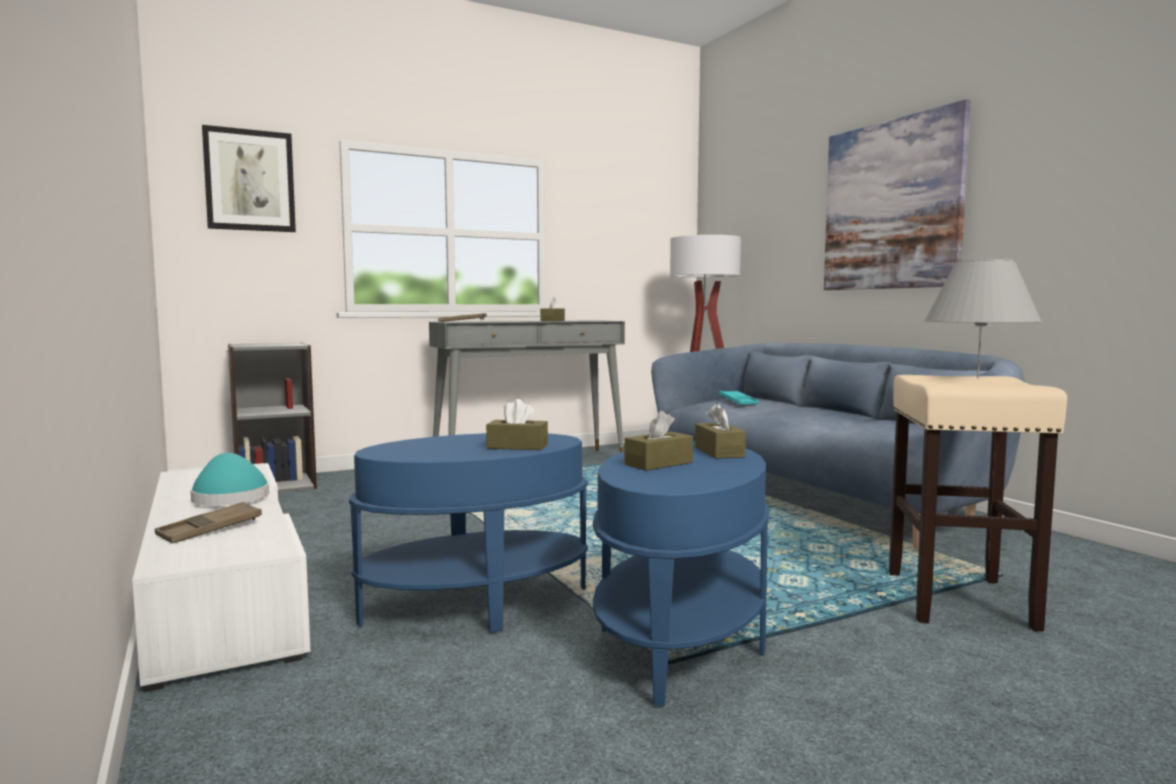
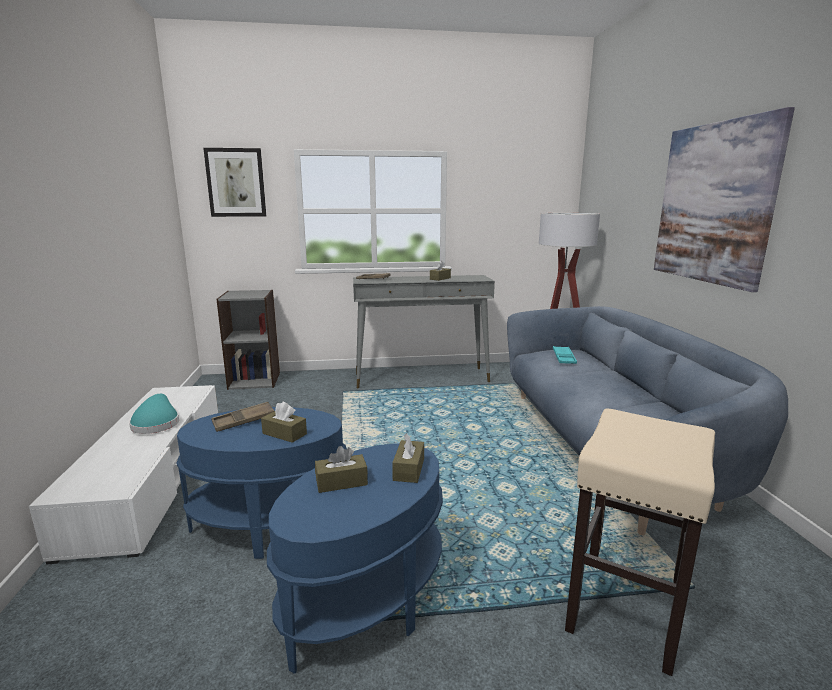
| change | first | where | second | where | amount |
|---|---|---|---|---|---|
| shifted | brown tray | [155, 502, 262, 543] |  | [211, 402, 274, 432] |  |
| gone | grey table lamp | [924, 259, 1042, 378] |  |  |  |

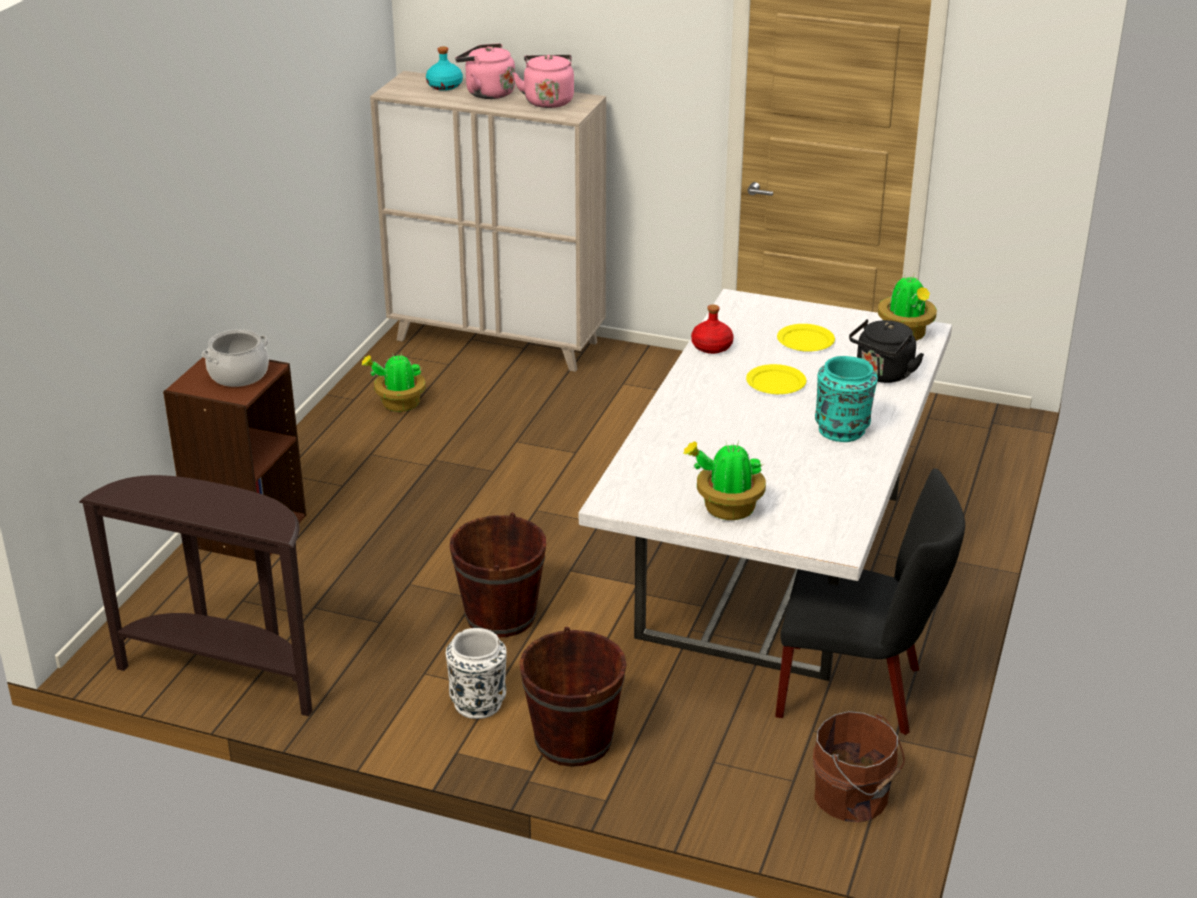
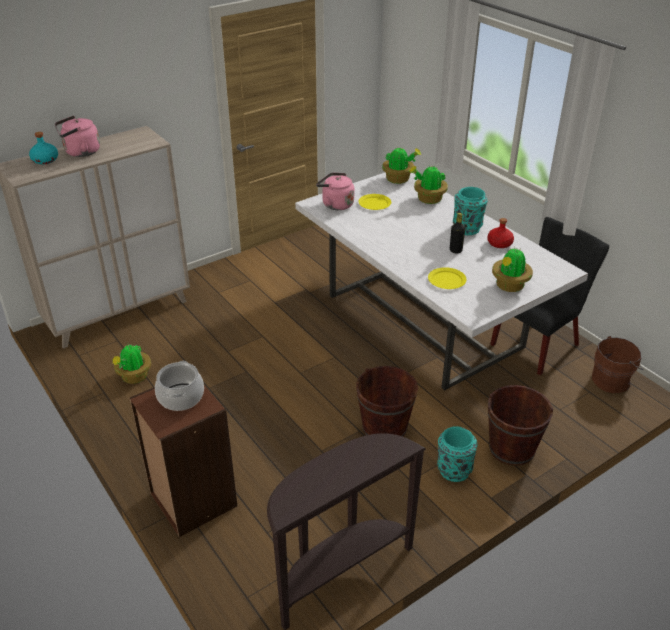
| change | first | where | second | where | amount |
|---|---|---|---|---|---|
| repainted | white vase | [446, 628, 507, 719] | turquoise vase | [437, 426, 477, 482] |  |
| shifted | pink kettle | [513, 55, 574, 108] |  | [316, 173, 354, 210] |  |
| shifted | red bottle | [691, 304, 734, 354] |  | [487, 218, 514, 248] |  |
| shifted | yellow plate | [746, 364, 806, 394] |  | [428, 267, 467, 289] |  |
| swapped | black kettle | [849, 319, 924, 383] | potted plant | [409, 164, 448, 204] |  |
| new |  |  | black bottle | [450, 213, 465, 253] |  |

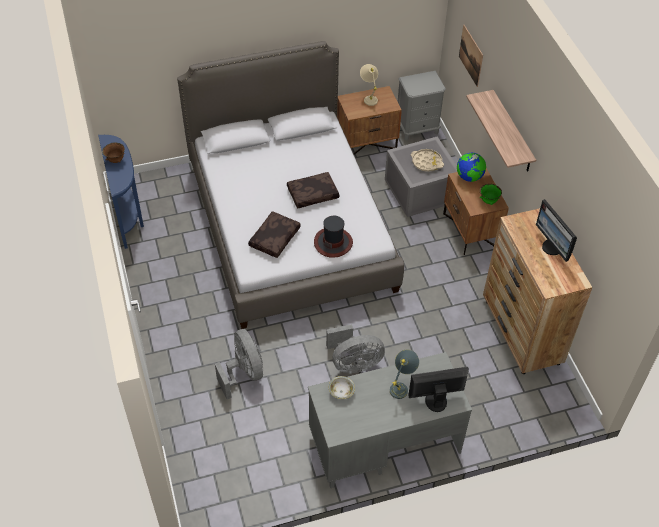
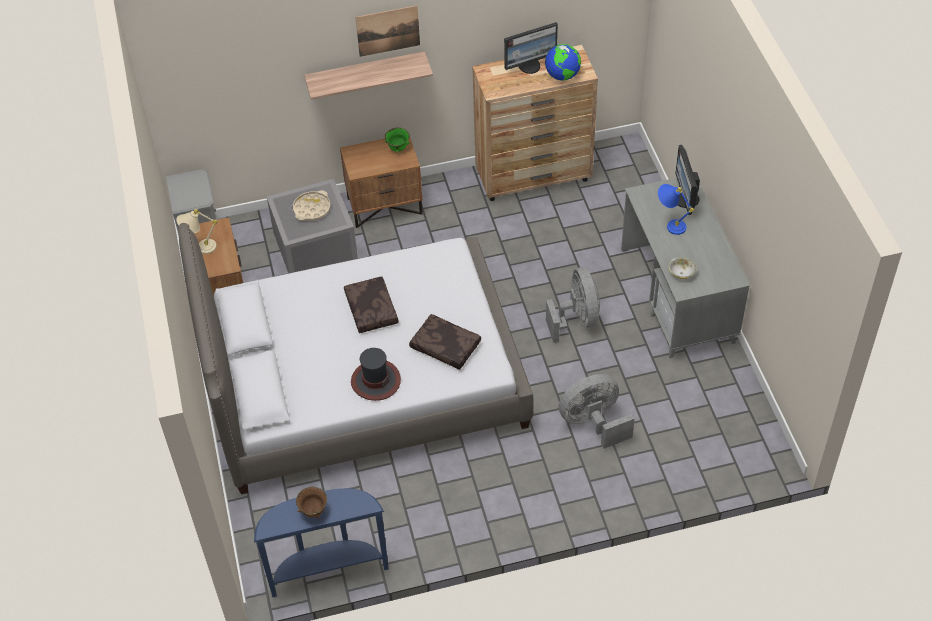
| change | first | where | second | where | amount |
|---|---|---|---|---|---|
| shifted | hat | [314, 216, 353, 258] |  | [351, 348, 401, 401] |  |
| repainted | grey table lamp | [390, 350, 419, 399] | blue table lamp | [658, 184, 694, 235] |  |
| shifted | globe | [457, 152, 486, 182] |  | [545, 44, 581, 81] |  |
| shifted | picture | [459, 25, 483, 87] |  | [355, 5, 420, 57] |  |

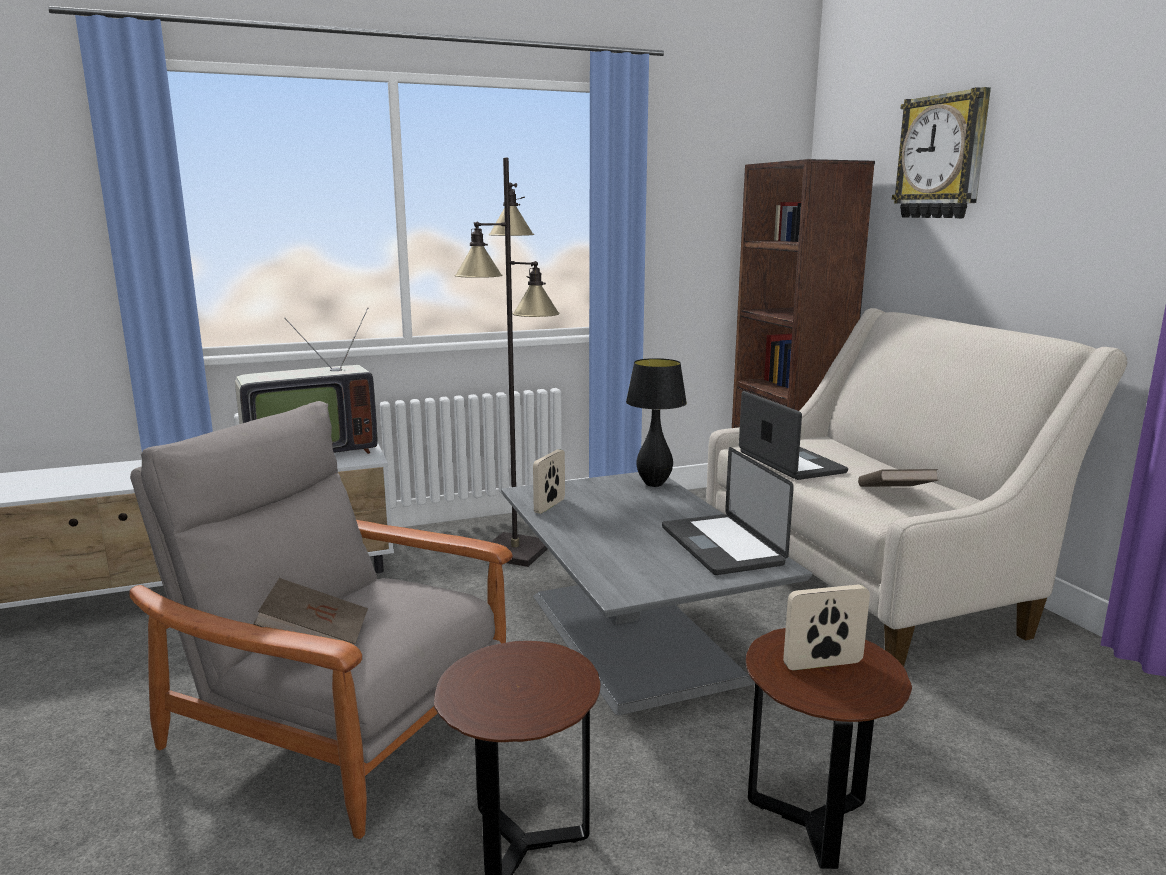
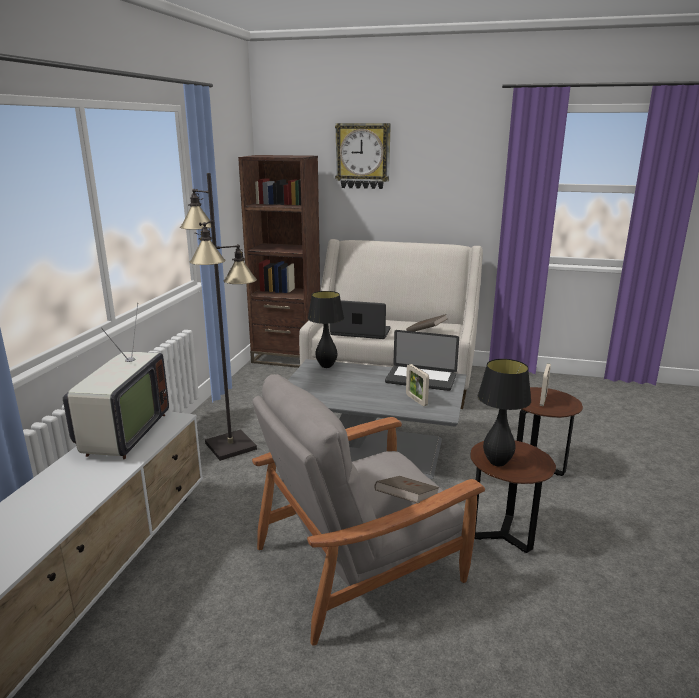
| change | first | where | second | where | amount |
|---|---|---|---|---|---|
| shifted | picture frame | [533, 449, 565, 514] |  | [406, 364, 429, 406] |  |
| new |  |  | black table lamp | [478, 359, 531, 467] |  |

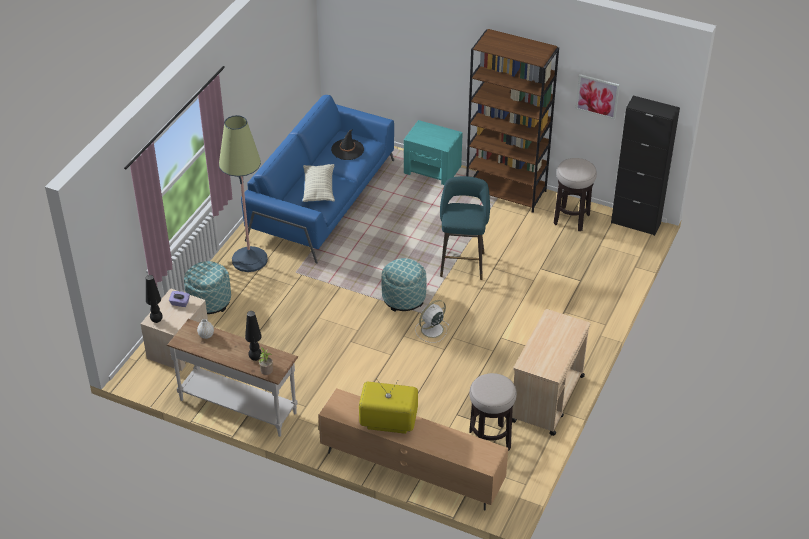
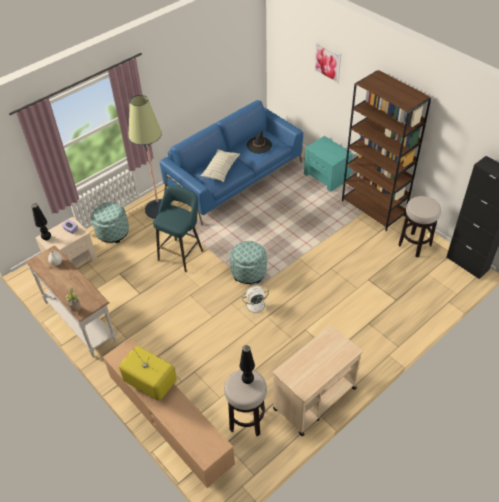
| change | first | where | second | where | amount |
|---|---|---|---|---|---|
| shifted | black table lamp | [245, 311, 262, 361] |  | [239, 345, 255, 384] |  |
| shifted | turquoise stool | [440, 176, 490, 280] |  | [153, 185, 203, 272] |  |
| shifted | picture | [576, 74, 620, 120] |  | [314, 41, 341, 84] |  |

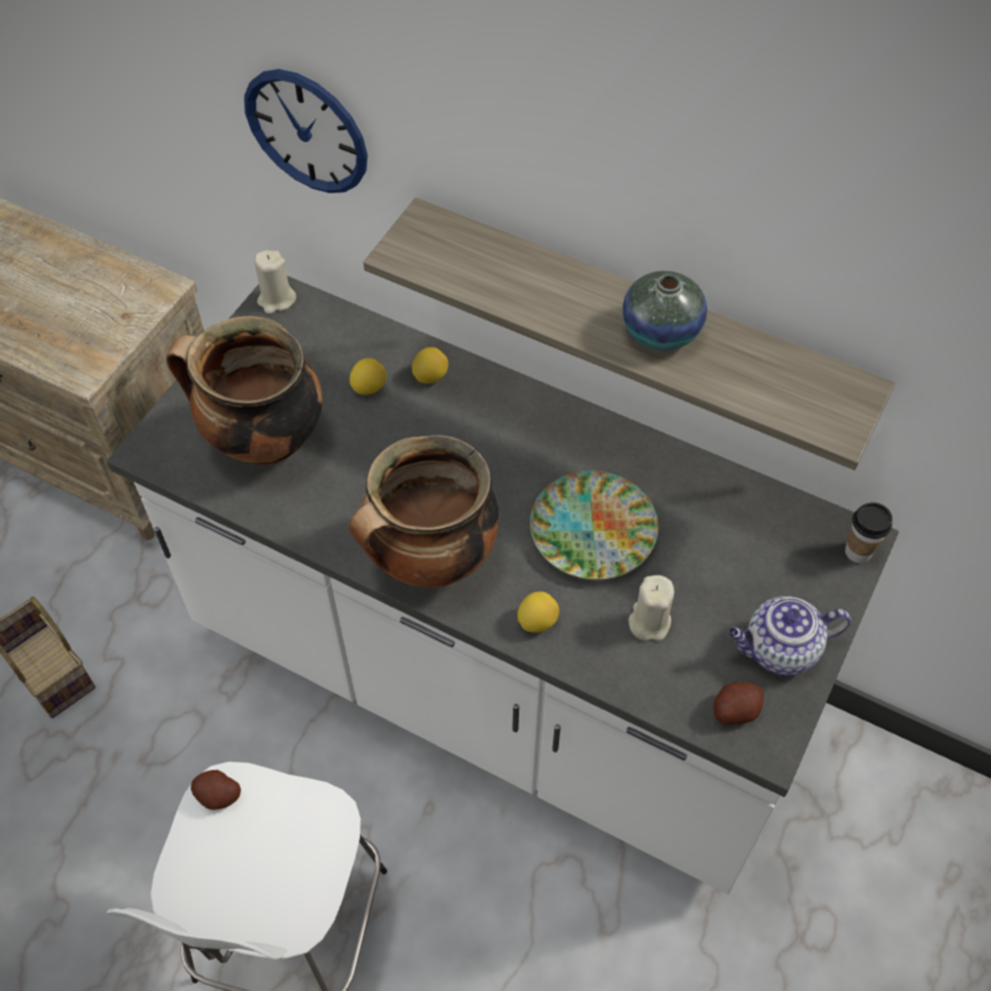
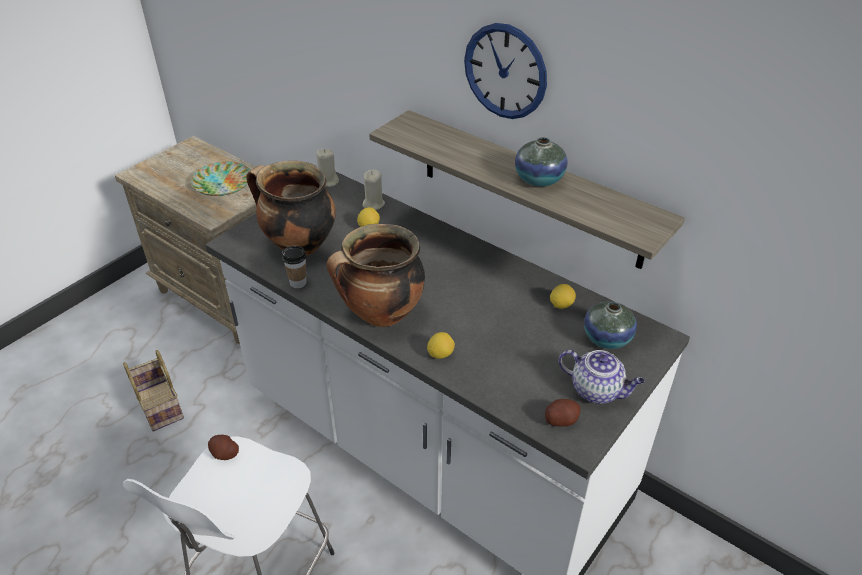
| change | first | where | second | where | amount |
|---|---|---|---|---|---|
| shifted | wall clock | [244, 69, 368, 193] |  | [464, 23, 547, 119] |  |
| shifted | lemon | [412, 347, 448, 384] |  | [550, 284, 576, 309] |  |
| shifted | plate | [530, 471, 658, 580] |  | [191, 162, 250, 196] |  |
| shifted | beige candle | [629, 575, 674, 641] |  | [363, 170, 385, 210] |  |
| rotated | teapot | [728, 596, 851, 676] |  | [559, 350, 645, 404] | 150 degrees counterclockwise |
| shifted | cup | [845, 502, 892, 563] |  | [282, 246, 306, 288] |  |
| new |  |  | vase | [584, 301, 637, 349] |  |

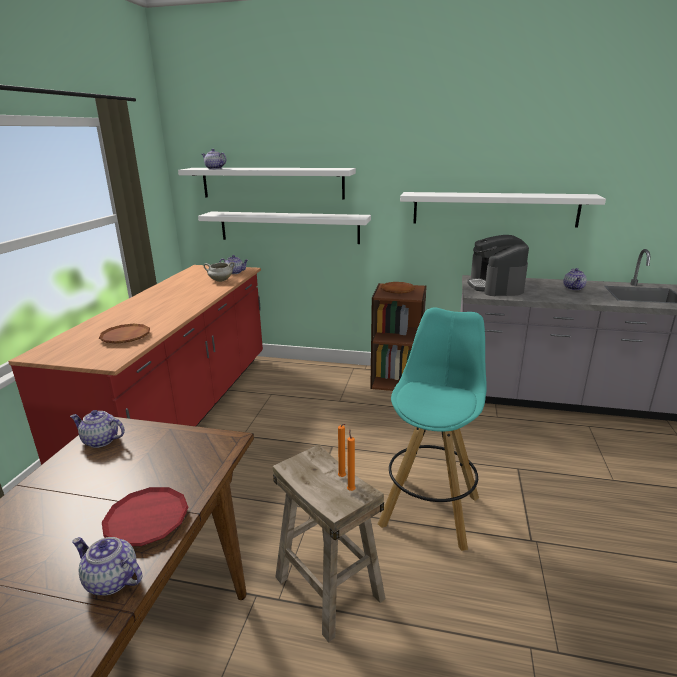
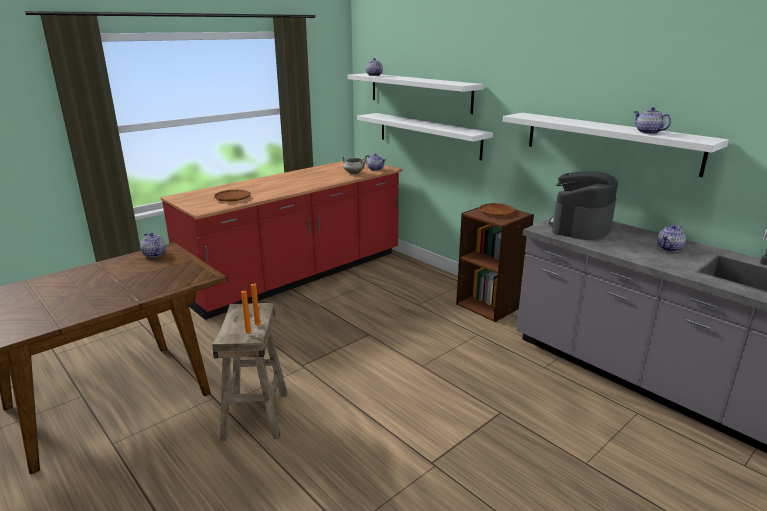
| change | first | where | second | where | amount |
|---|---|---|---|---|---|
| shifted | teapot | [72, 537, 142, 596] |  | [633, 107, 671, 134] |  |
| gone | red plate | [102, 487, 188, 546] |  |  |  |
| gone | turquoise stool | [378, 307, 487, 551] |  |  |  |

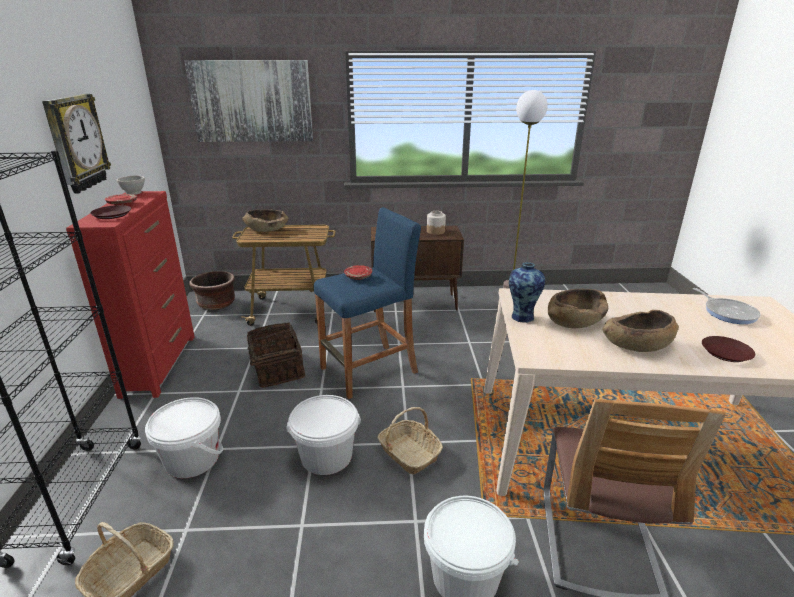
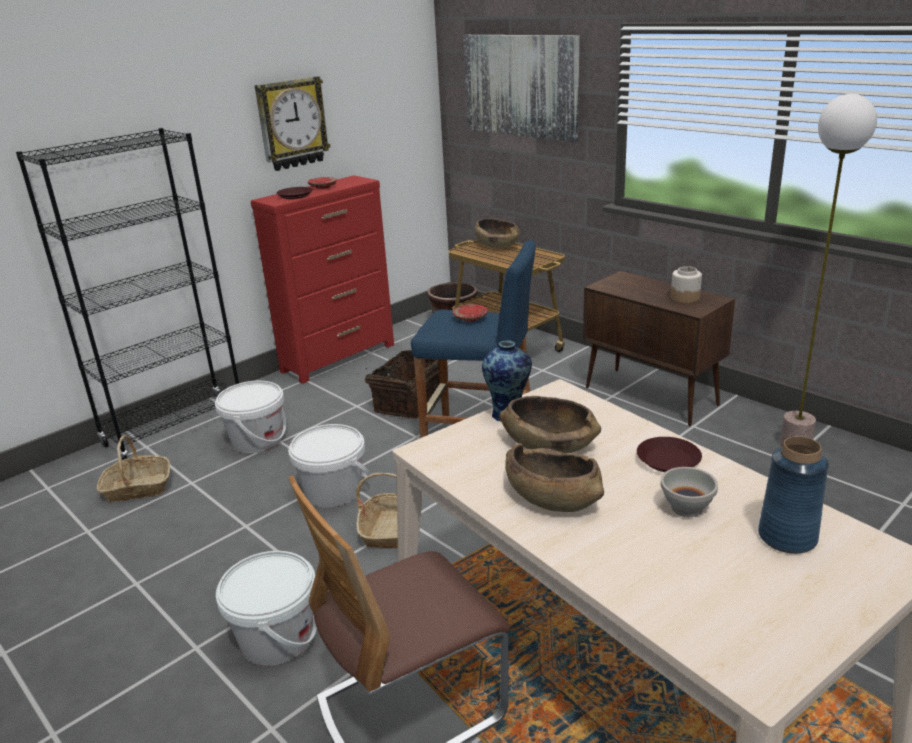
| change | first | where | second | where | amount |
|---|---|---|---|---|---|
| shifted | white bowl | [117, 176, 145, 195] |  | [661, 467, 718, 517] |  |
| swapped | frying pan | [693, 288, 761, 324] | blue vase | [758, 436, 829, 554] |  |
| shifted | brown plate | [702, 336, 755, 362] |  | [637, 437, 702, 472] |  |

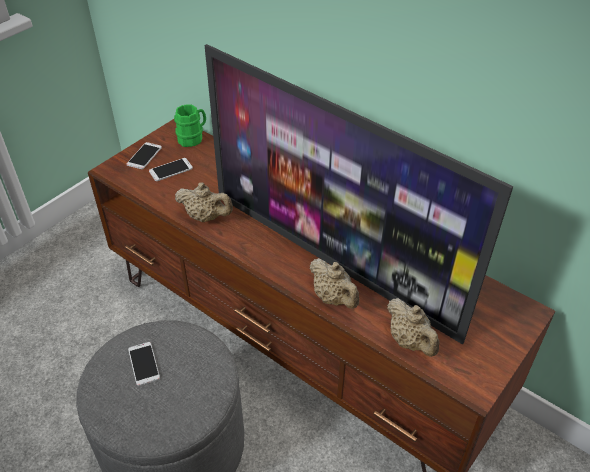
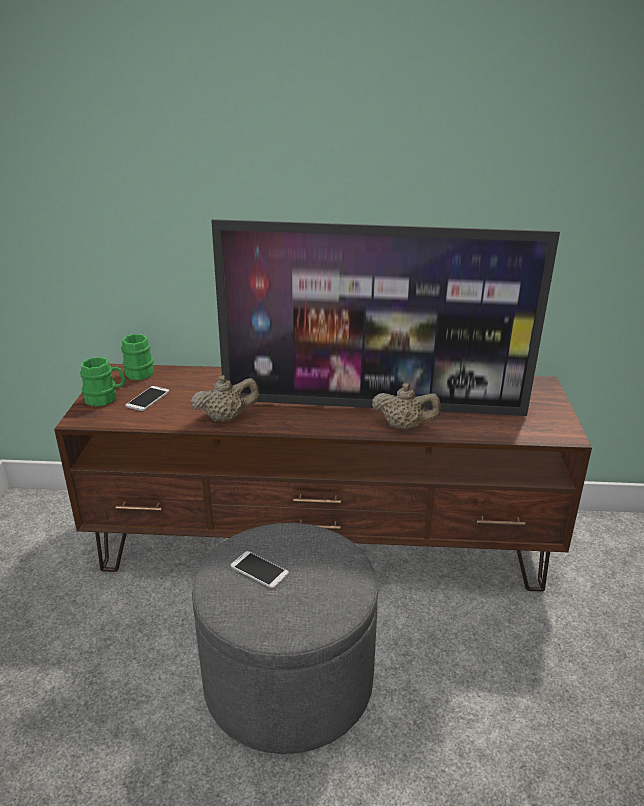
| change | first | where | second | where | amount |
|---|---|---|---|---|---|
| swapped | phone | [127, 142, 162, 169] | green mug | [80, 357, 125, 406] |  |
| gone | beige teapot | [387, 298, 440, 357] |  |  |  |

